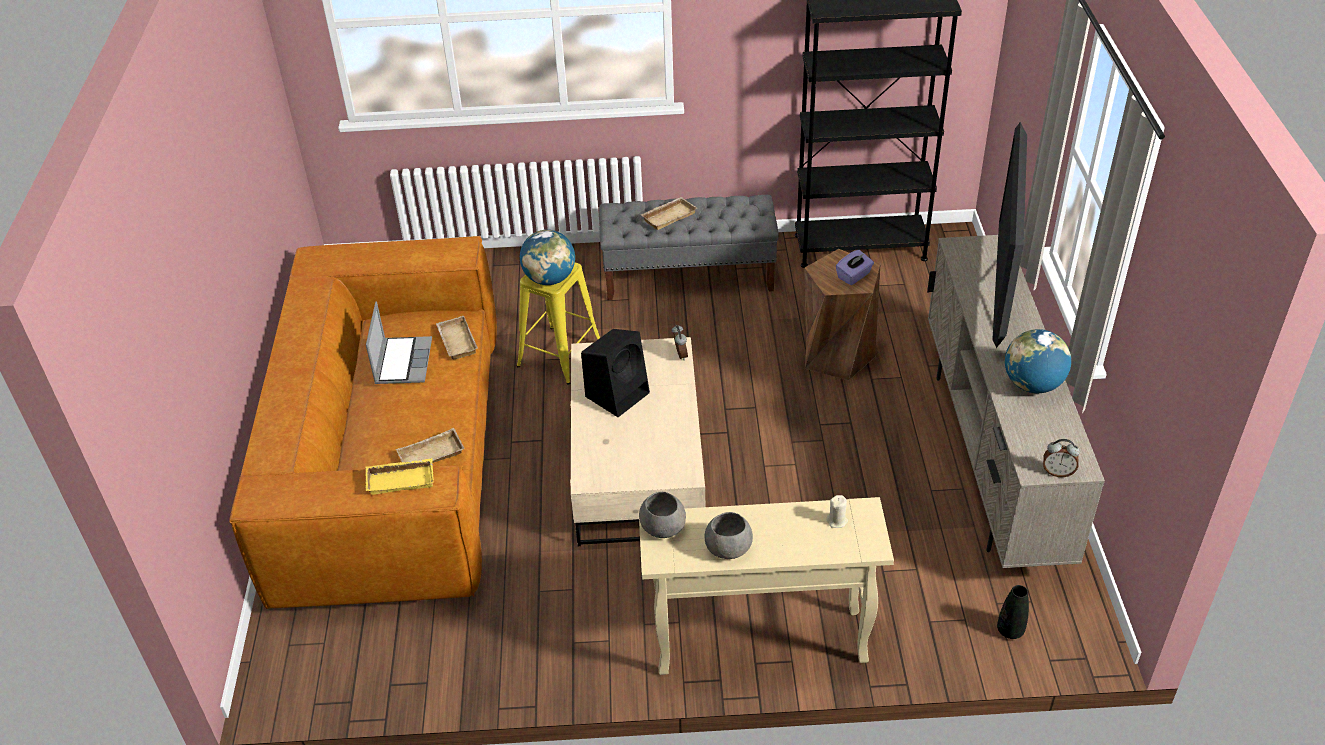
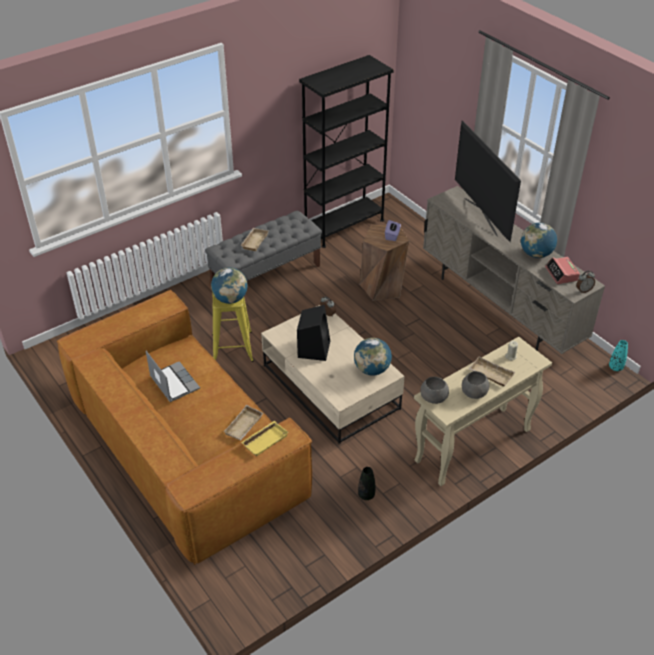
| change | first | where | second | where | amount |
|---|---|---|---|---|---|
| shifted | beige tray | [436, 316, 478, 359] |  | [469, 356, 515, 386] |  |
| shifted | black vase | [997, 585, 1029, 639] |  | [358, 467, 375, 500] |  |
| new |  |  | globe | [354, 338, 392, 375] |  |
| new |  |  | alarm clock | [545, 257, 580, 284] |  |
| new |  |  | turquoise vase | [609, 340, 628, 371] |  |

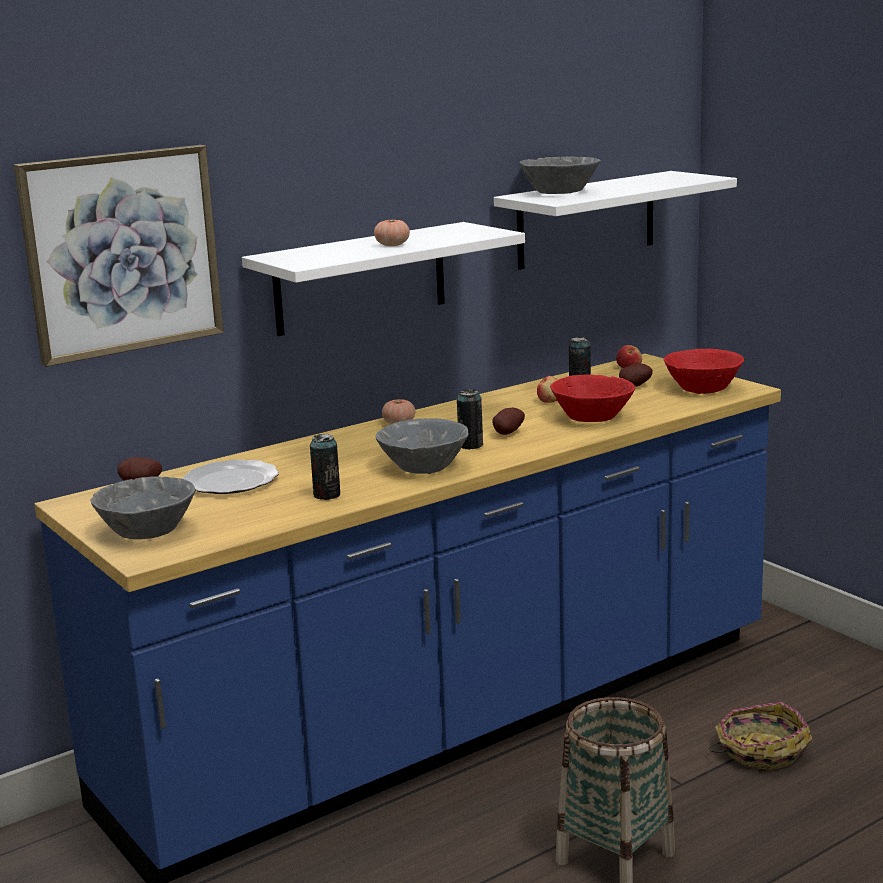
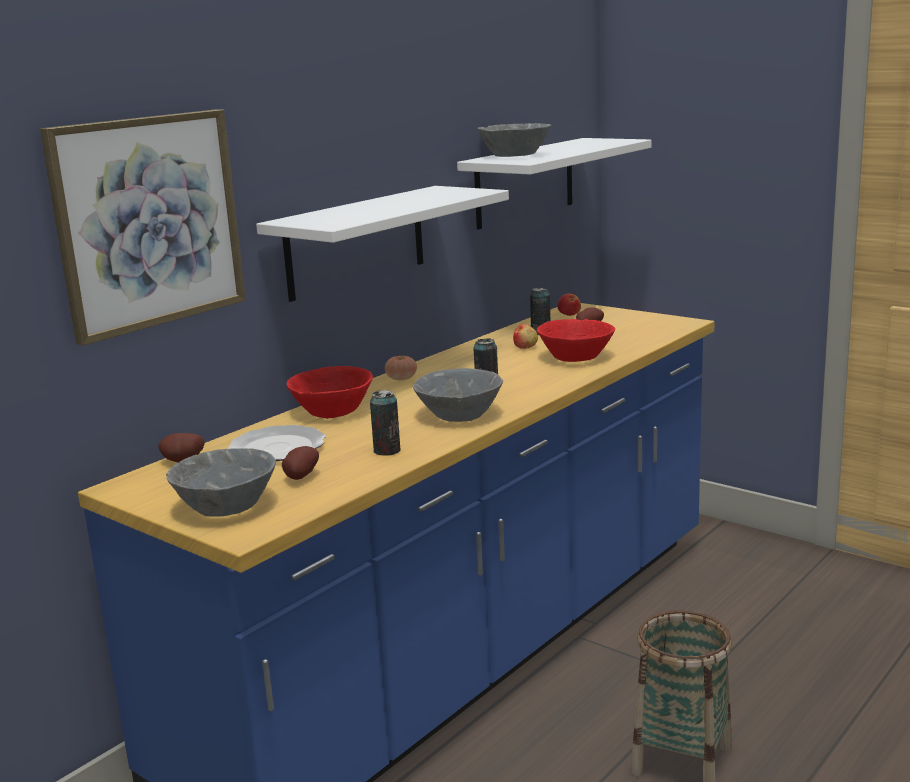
| change | first | where | second | where | amount |
|---|---|---|---|---|---|
| gone | tomato | [374, 219, 410, 246] |  |  |  |
| shifted | potato | [492, 408, 525, 435] |  | [282, 446, 319, 480] |  |
| shifted | red bowl | [664, 349, 744, 394] |  | [287, 366, 373, 419] |  |
| gone | basket | [710, 702, 813, 770] |  |  |  |

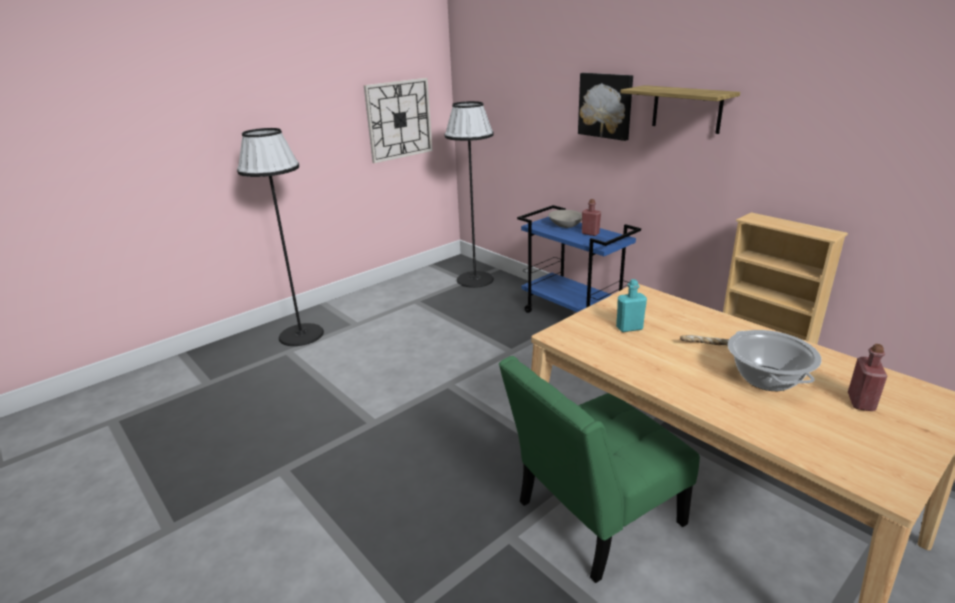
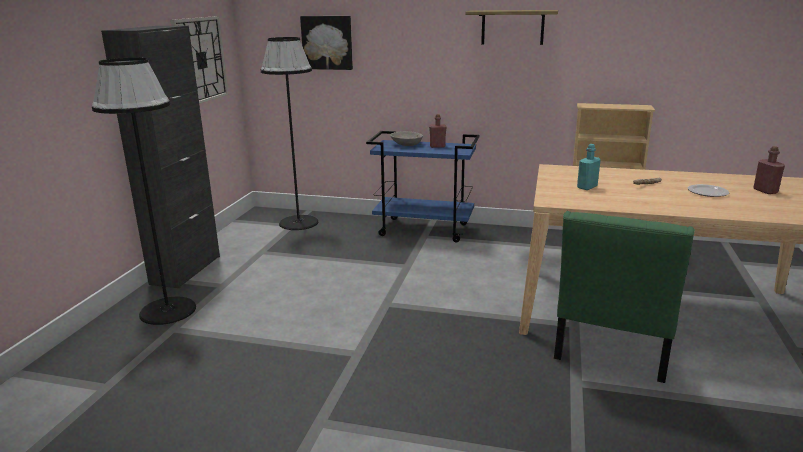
| change | first | where | second | where | amount |
|---|---|---|---|---|---|
| shifted | picture | [578, 73, 633, 141] |  | [300, 16, 353, 70] |  |
| swapped | cooking pot | [728, 330, 822, 391] | plate | [688, 184, 729, 197] |  |
| new |  |  | black cabinet | [101, 26, 220, 288] |  |

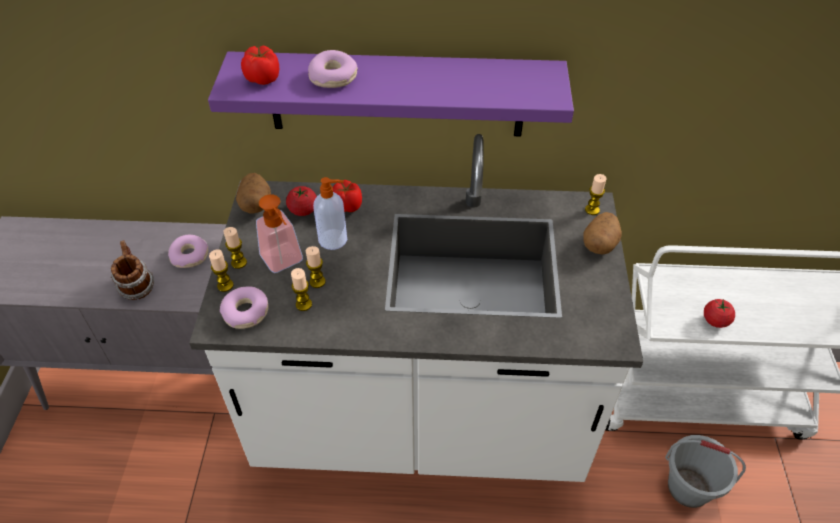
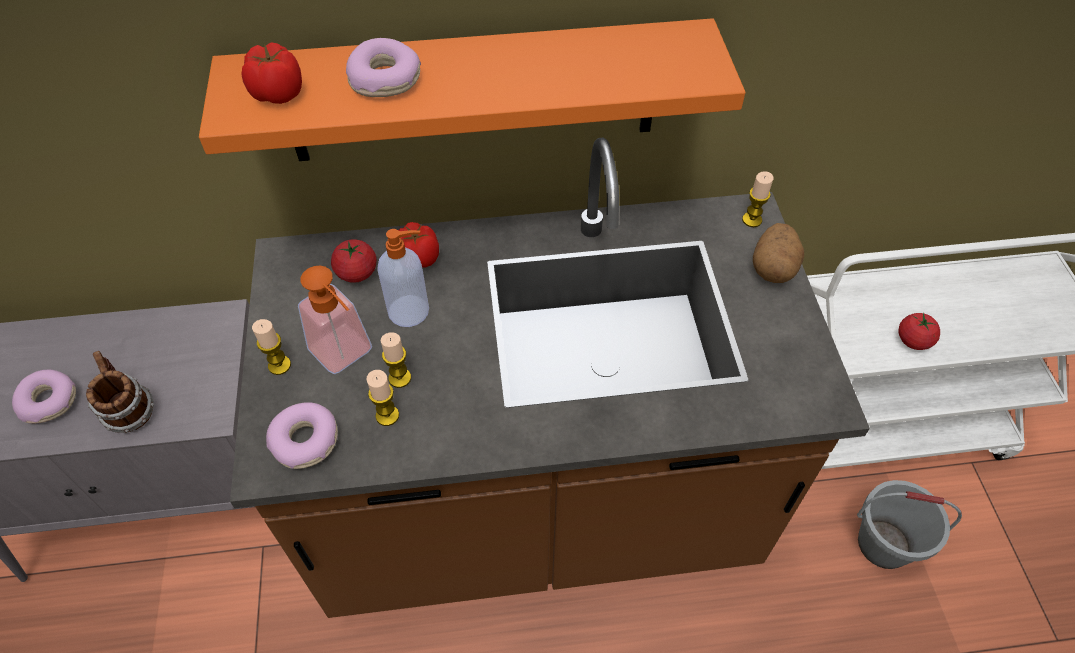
| change | first | where | second | where | amount |
|---|---|---|---|---|---|
| shifted | donut | [168, 235, 209, 268] |  | [12, 370, 76, 424] |  |
| repainted | white counter | [189, 134, 643, 482] | brown counter | [230, 138, 870, 618] |  |
| repainted | purple shelf | [208, 51, 574, 136] | orange shelf | [199, 18, 745, 161] |  |
| gone | candle | [209, 249, 234, 292] |  |  |  |
| gone | potato | [236, 173, 271, 213] |  |  |  |

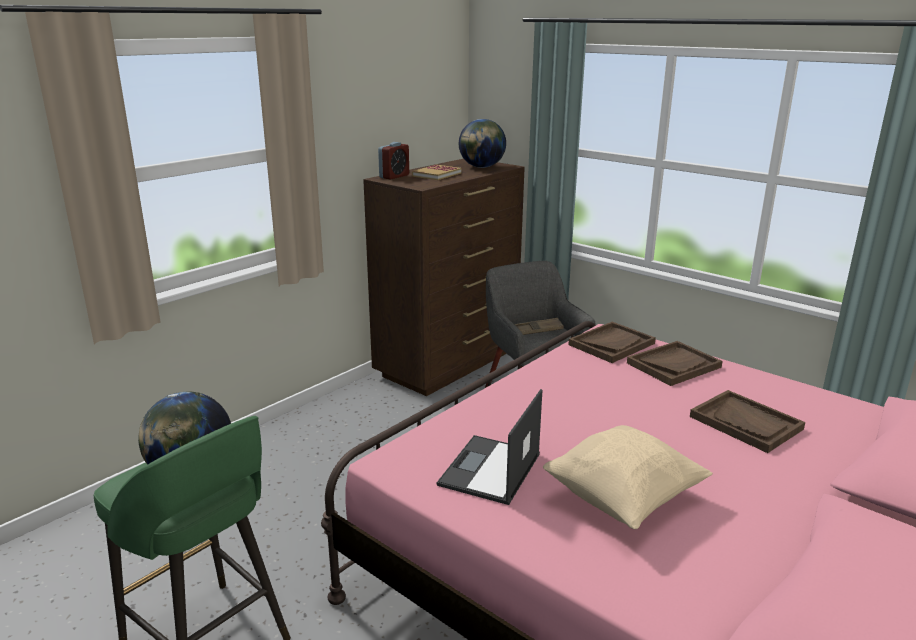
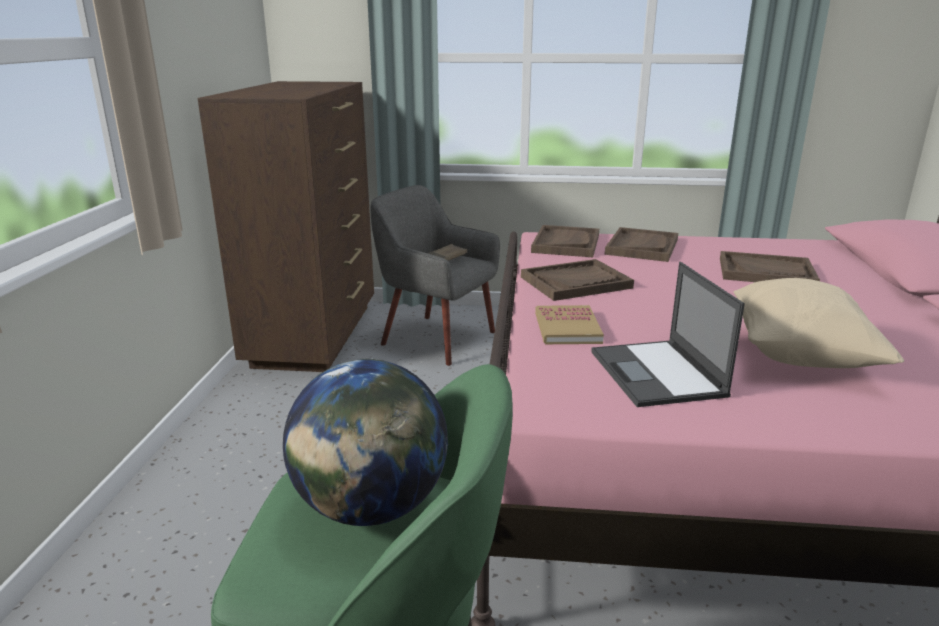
| change | first | where | second | where | amount |
|---|---|---|---|---|---|
| gone | alarm clock | [378, 142, 409, 180] |  |  |  |
| shifted | book | [412, 165, 462, 180] |  | [535, 305, 604, 344] |  |
| gone | globe | [459, 119, 506, 168] |  |  |  |
| new |  |  | brown tray | [521, 259, 634, 301] |  |

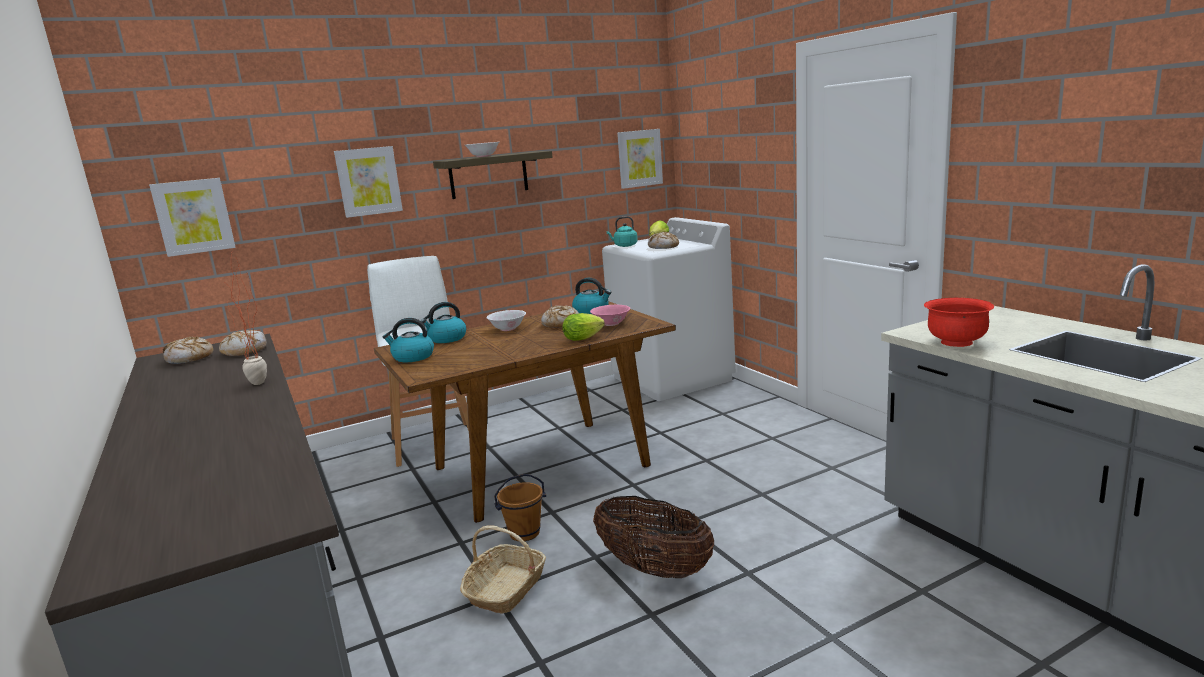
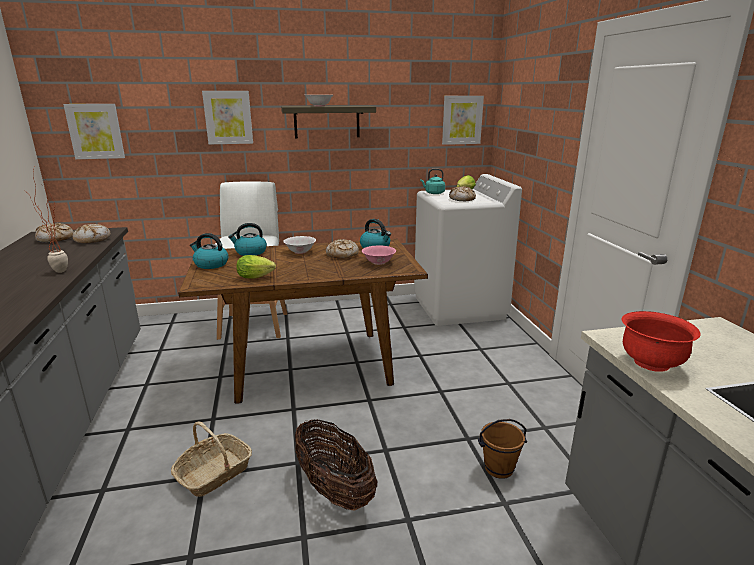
| change | first | where | second | where | amount |
|---|---|---|---|---|---|
| shifted | brown bucket | [494, 474, 546, 541] |  | [478, 419, 527, 479] |  |
| shifted | lettuce | [563, 313, 605, 341] |  | [236, 255, 276, 278] |  |

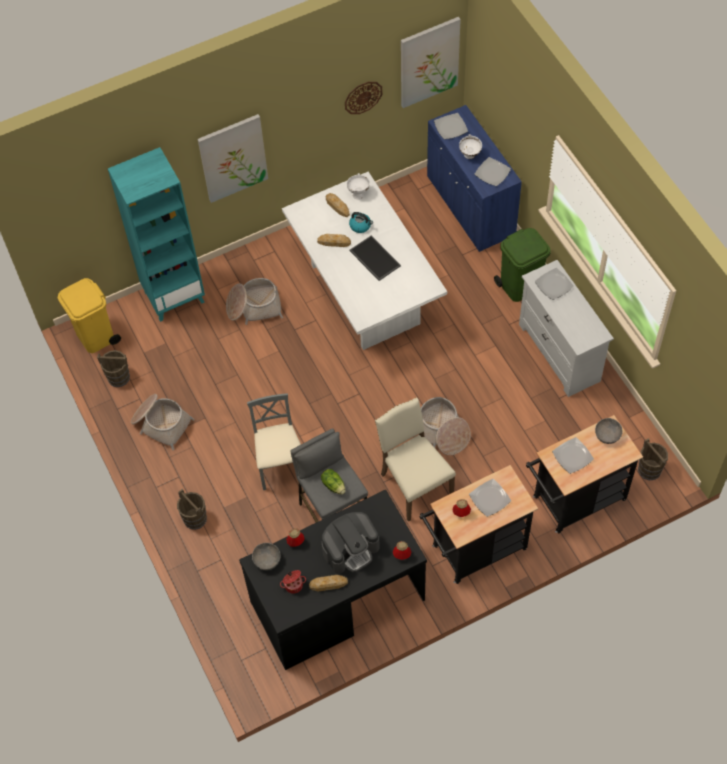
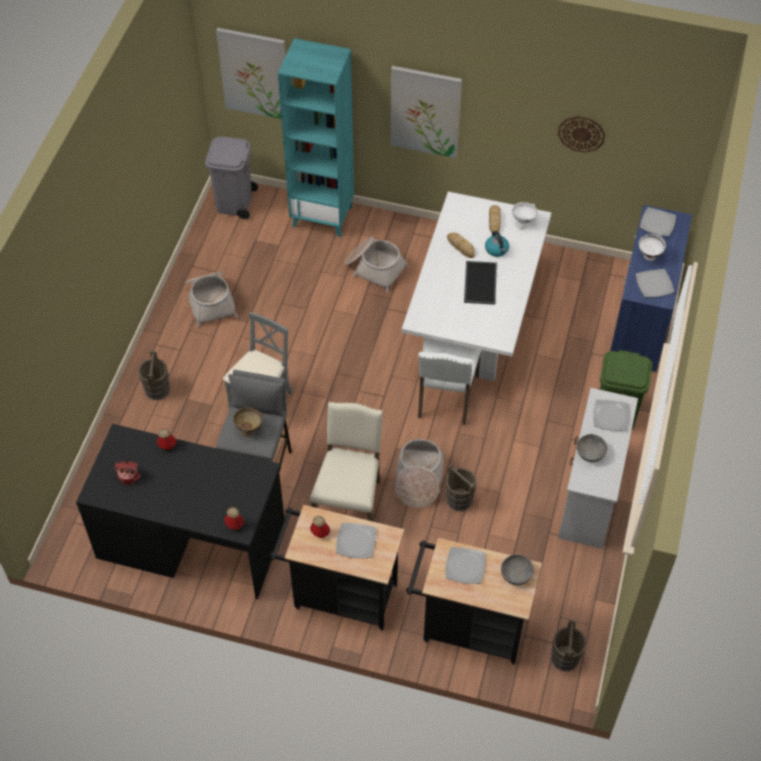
| change | first | where | second | where | amount |
|---|---|---|---|---|---|
| repainted | yellow trash can | [58, 278, 121, 353] | grey trash can | [205, 137, 258, 219] |  |
| shifted | brown bucket | [97, 350, 130, 387] |  | [446, 463, 477, 511] |  |
| shifted | grey bowl | [252, 543, 281, 570] |  | [577, 434, 607, 462] |  |
| gone | bread | [309, 575, 348, 592] |  |  |  |
| swapped | lettuce | [321, 469, 346, 495] | brown bowl | [233, 407, 262, 437] |  |
| gone | coffee machine | [322, 512, 380, 574] |  |  |  |
| shifted | picture | [401, 17, 461, 108] |  | [216, 28, 286, 119] |  |
| new |  |  | white chair | [418, 337, 481, 425] |  |

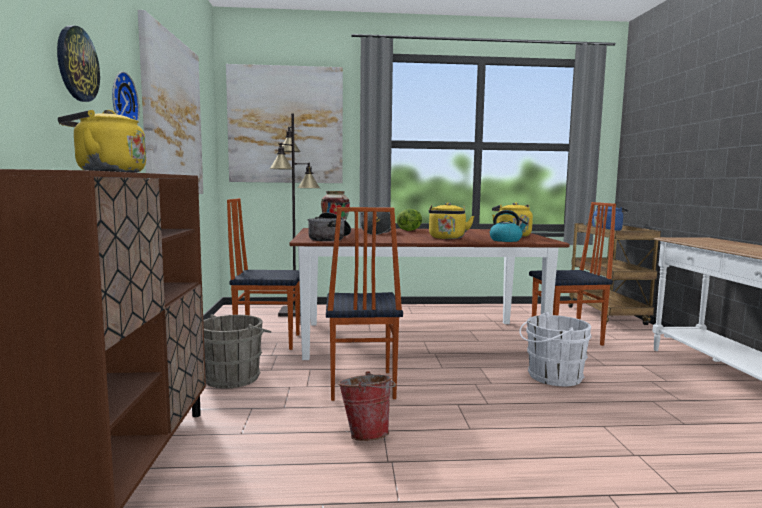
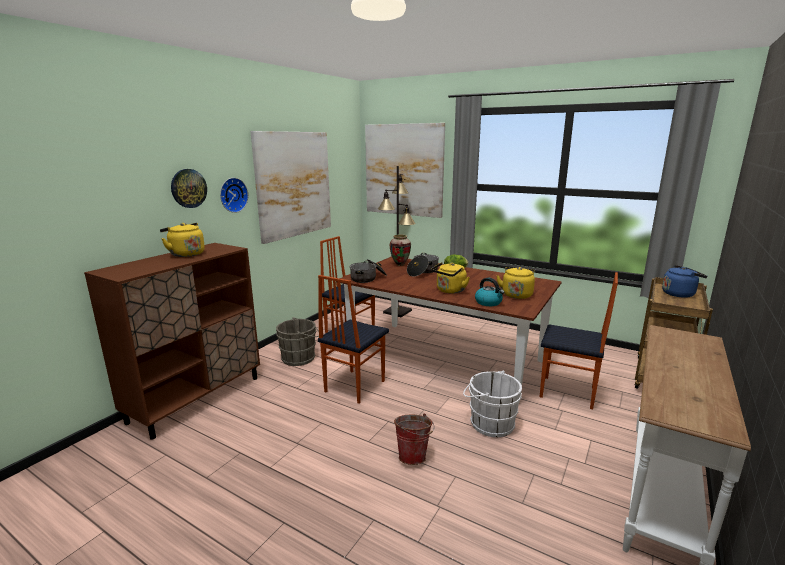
| change | first | where | second | where | amount |
|---|---|---|---|---|---|
| shifted | bucket | [338, 371, 396, 441] |  | [394, 414, 435, 465] |  |

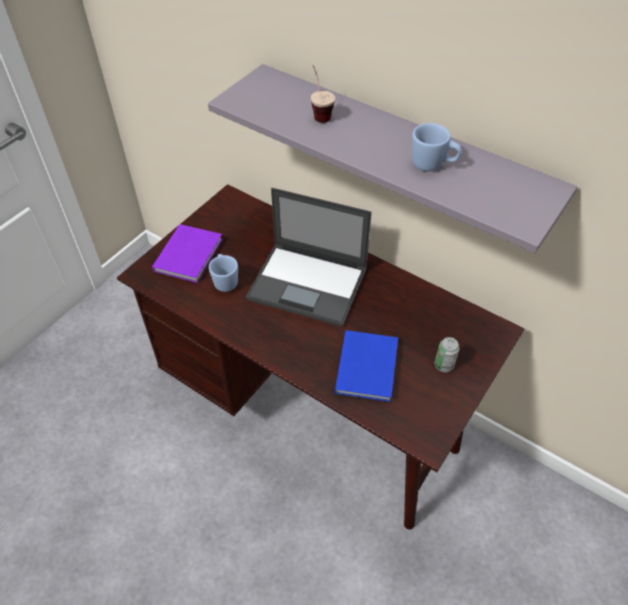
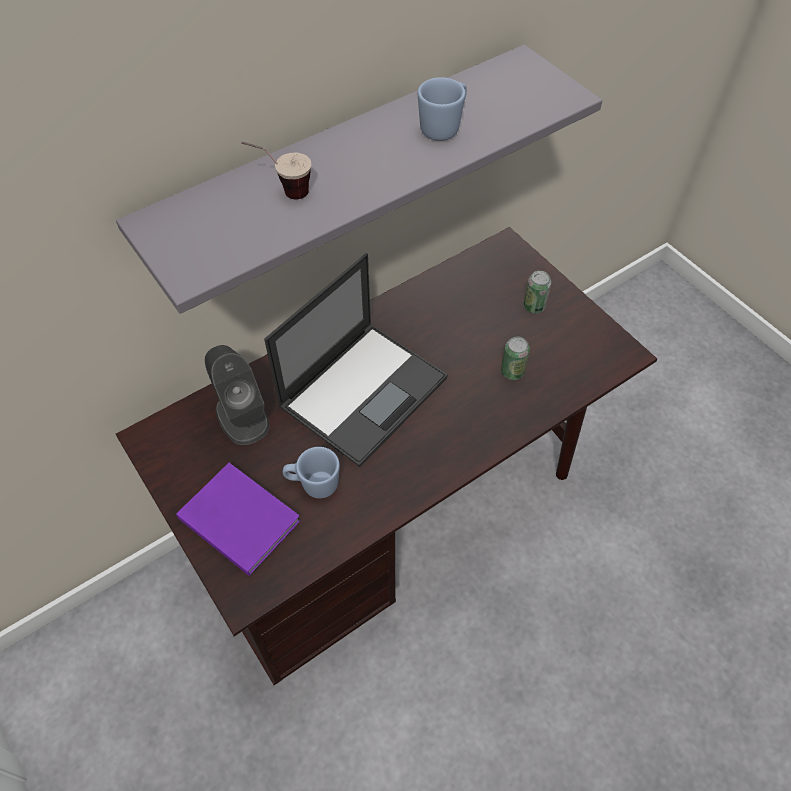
| change | first | where | second | where | amount |
|---|---|---|---|---|---|
| swapped | blue book | [335, 330, 398, 402] | can | [501, 336, 530, 380] |  |
| new |  |  | grey speaker | [205, 345, 269, 445] |  |

